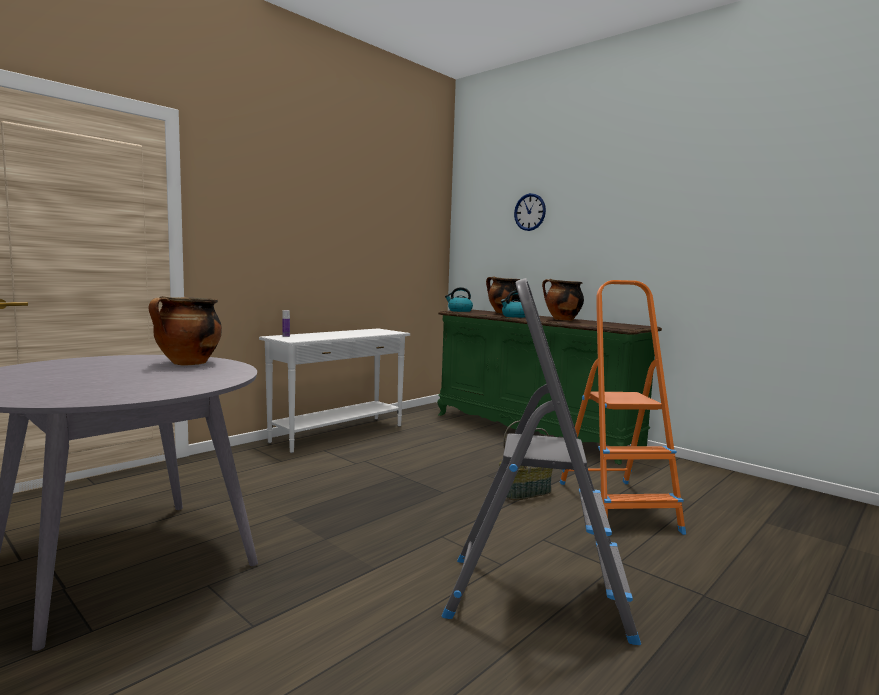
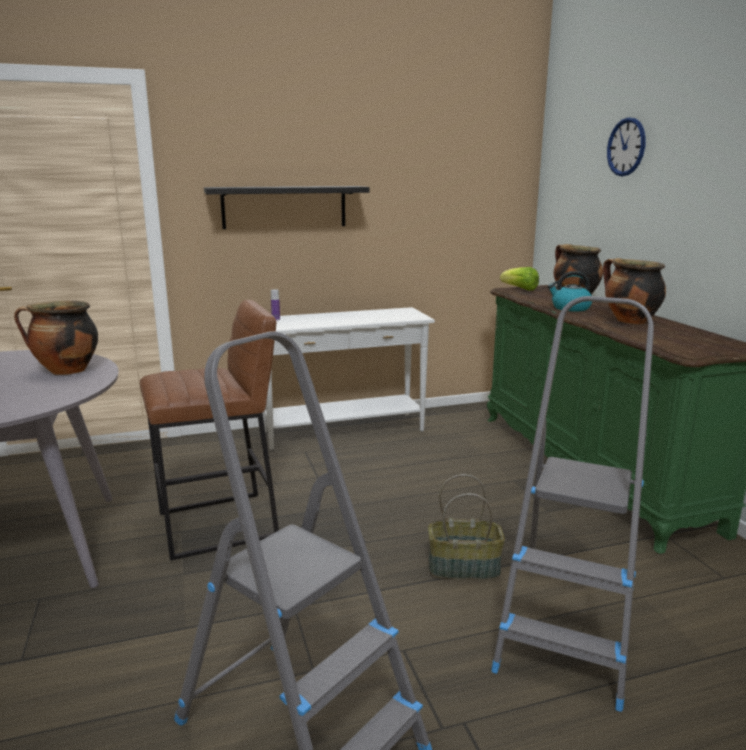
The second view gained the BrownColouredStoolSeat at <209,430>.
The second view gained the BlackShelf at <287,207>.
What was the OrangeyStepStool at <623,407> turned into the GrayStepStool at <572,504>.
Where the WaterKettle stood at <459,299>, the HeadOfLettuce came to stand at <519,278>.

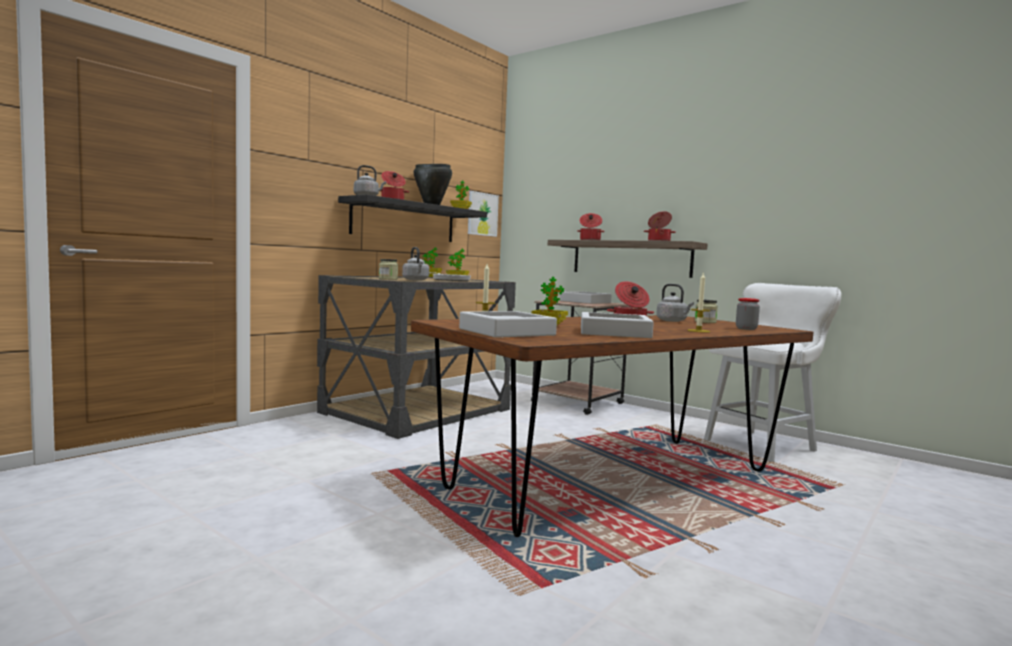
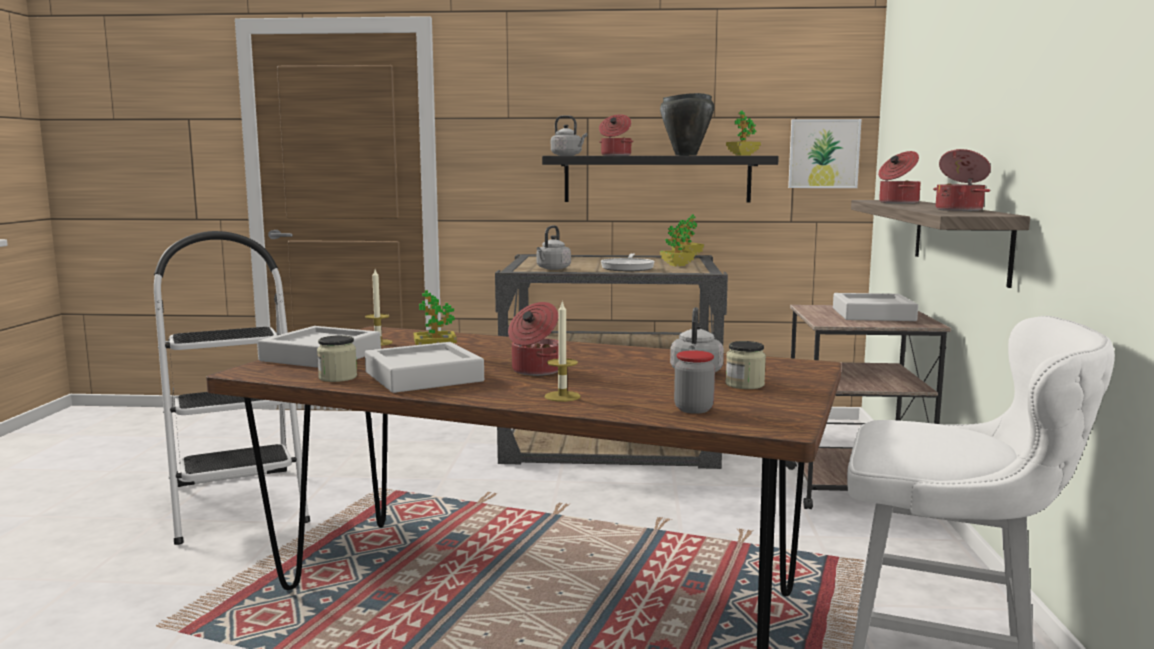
The second view gained the StepStool at <232,388>.
The PreserveJar ended up elsewhere, having gone from <388,269> to <337,358>.

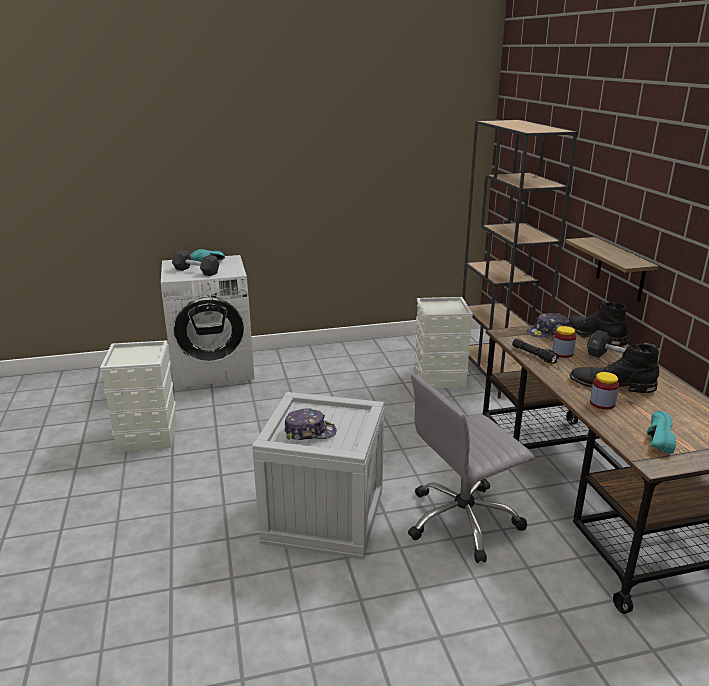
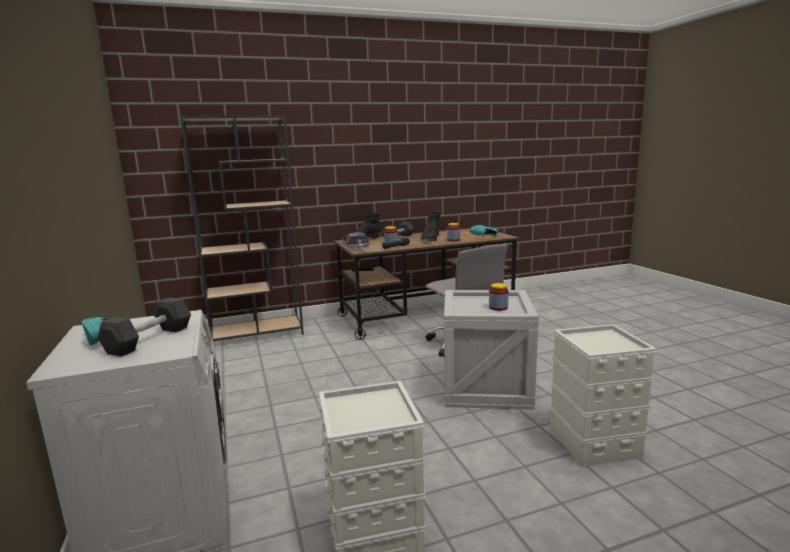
Where the BaseballCap stood at <310,424>, the PreserveJar came to stand at <498,297>.
The GrayStorageBin ended up elsewhere, having gone from <443,342> to <603,395>.
The second view lost the Shelf at <612,269>.

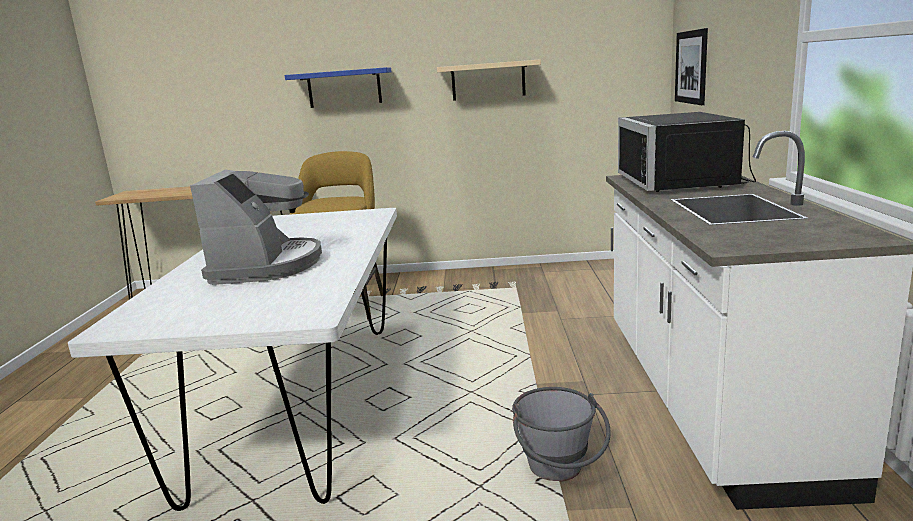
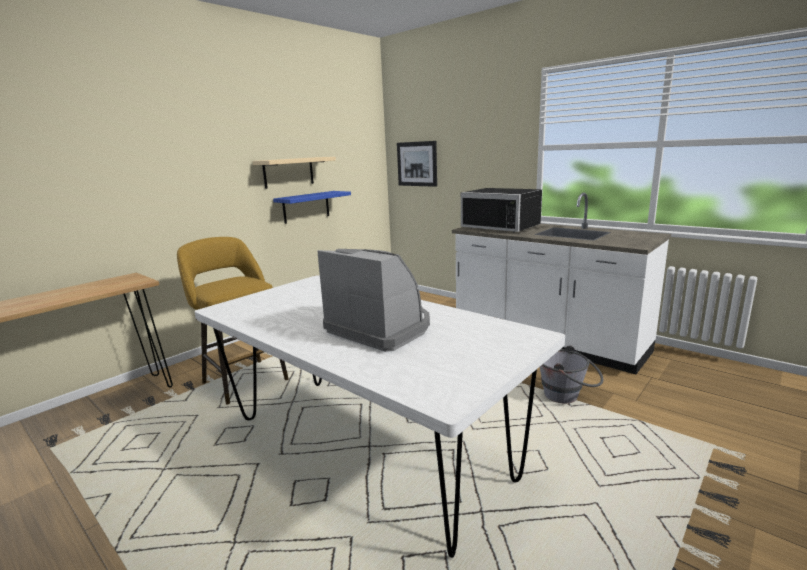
The BluishShelf ended up elsewhere, having gone from <338,87> to <312,207>.

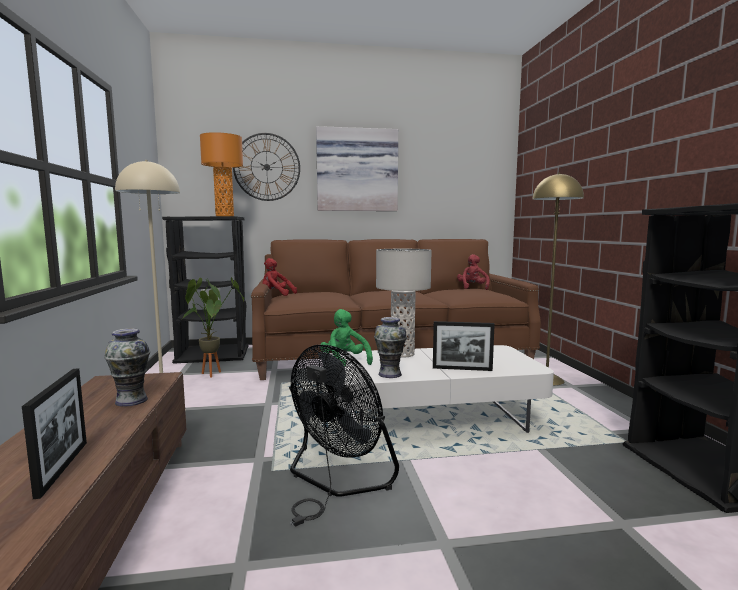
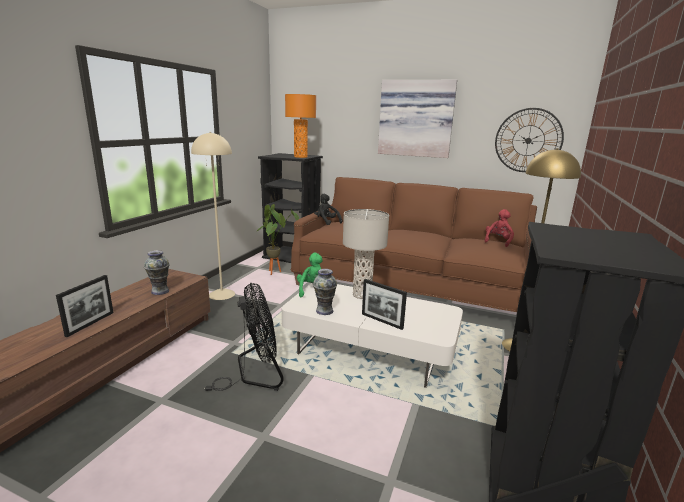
What was the RedColouredPlushToy at <279,277> turned into the BlackPlushToy at <328,209>.
The ClockOnTheWall ended up elsewhere, having gone from <266,167> to <529,140>.

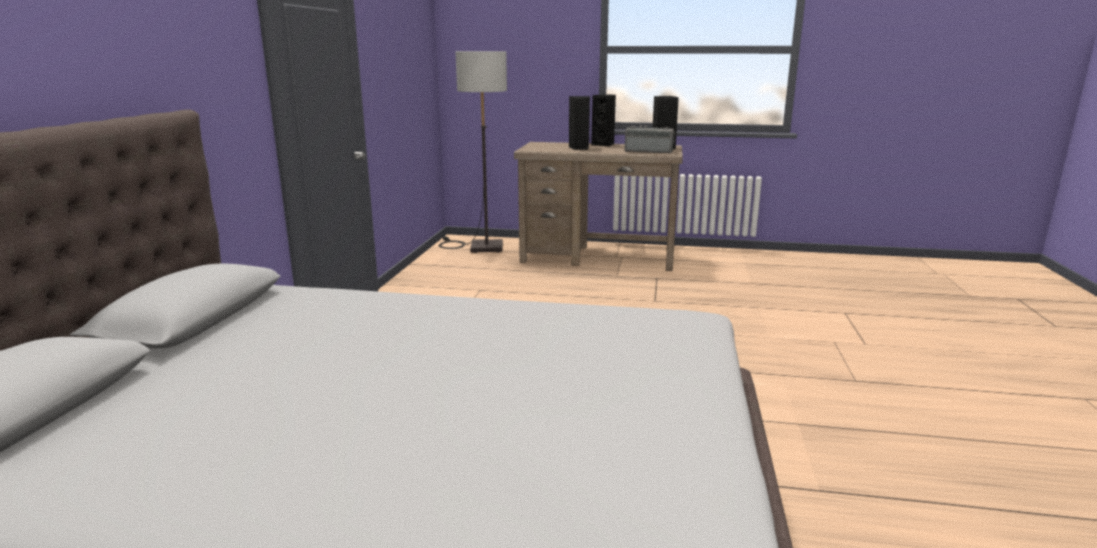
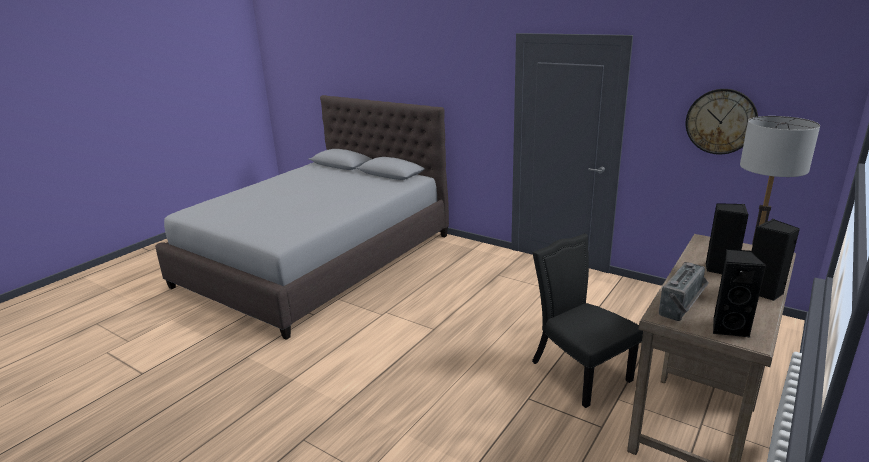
The second view gained the BlackUprightChair at <587,321>.
The second view gained the ClockOnTheWall at <722,122>.

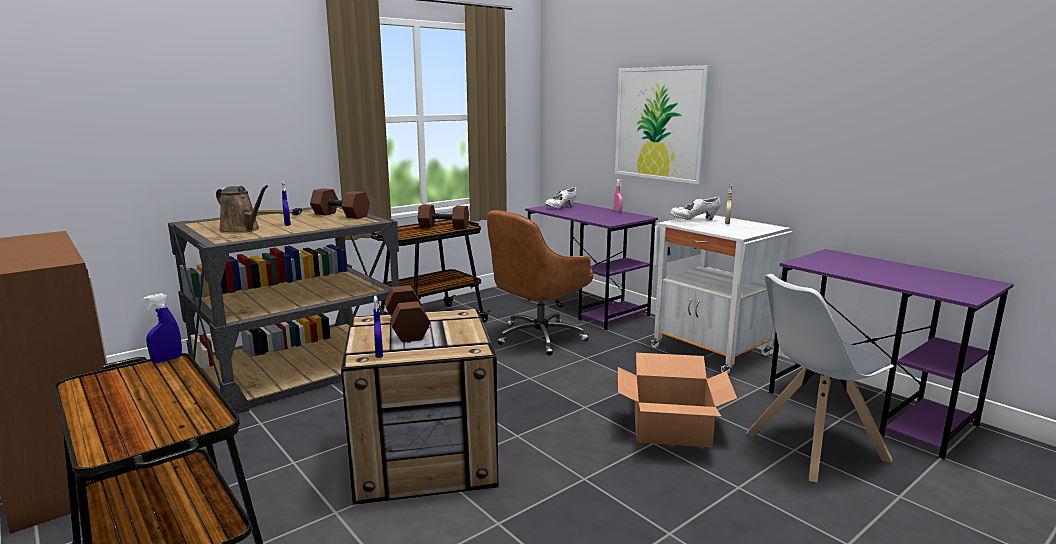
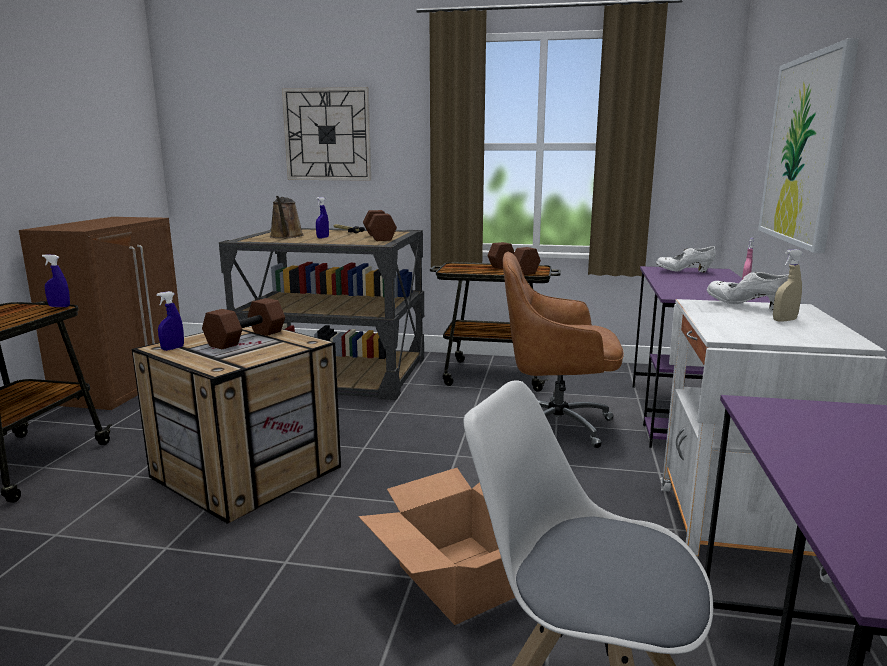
The second view gained the ClockOnTheWall at <326,134>.

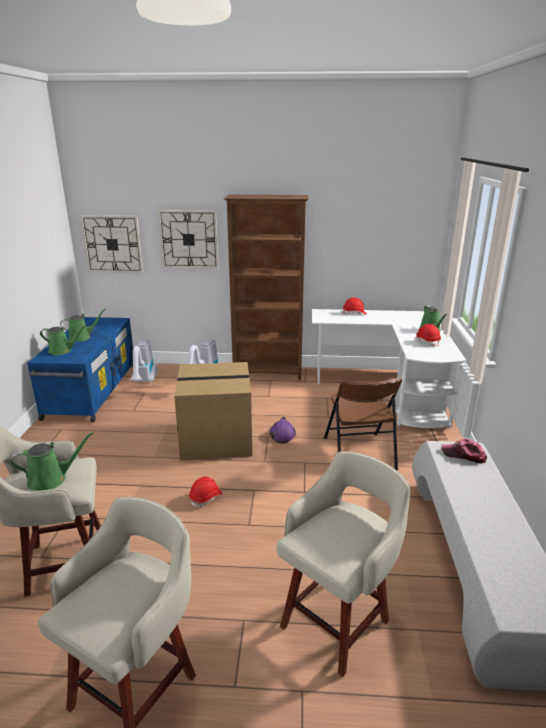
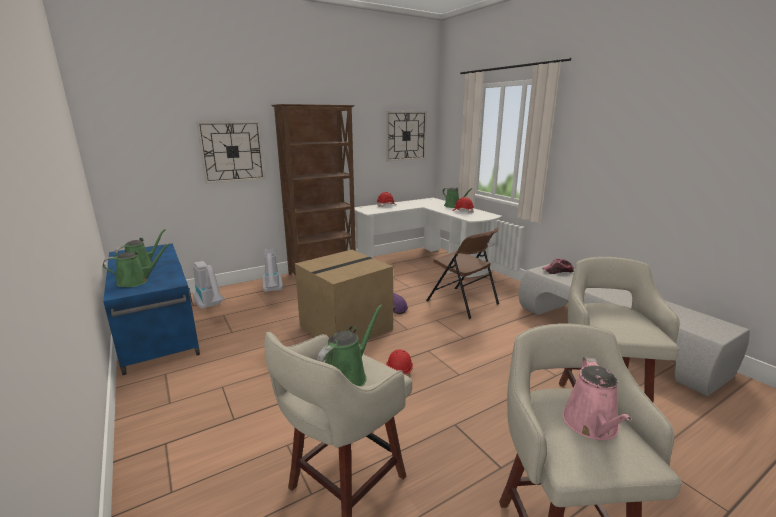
The ClockOnTheWall ended up elsewhere, having gone from <111,244> to <406,136>.
The second view gained the PinkishSprinklingCan at <597,398>.

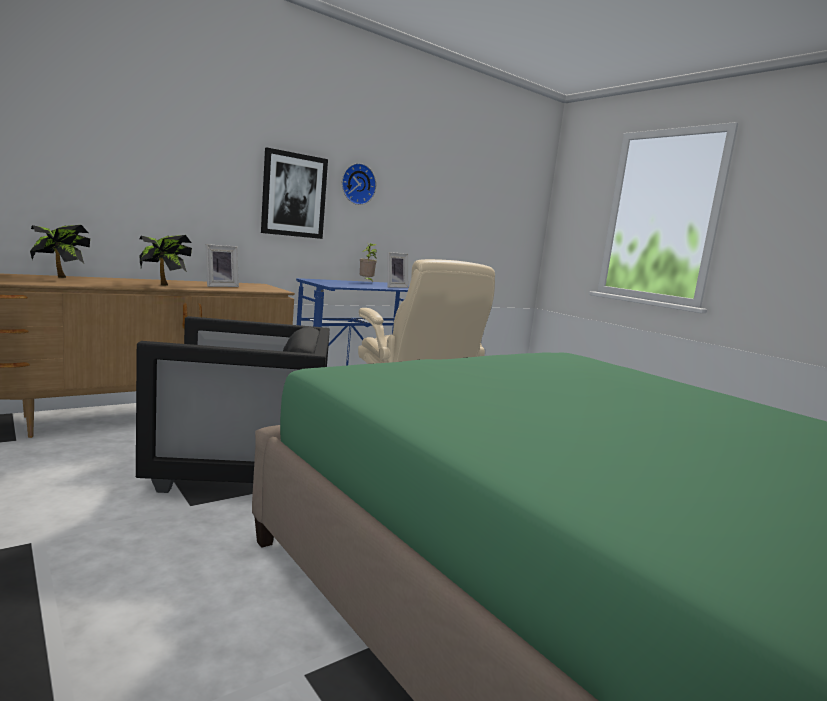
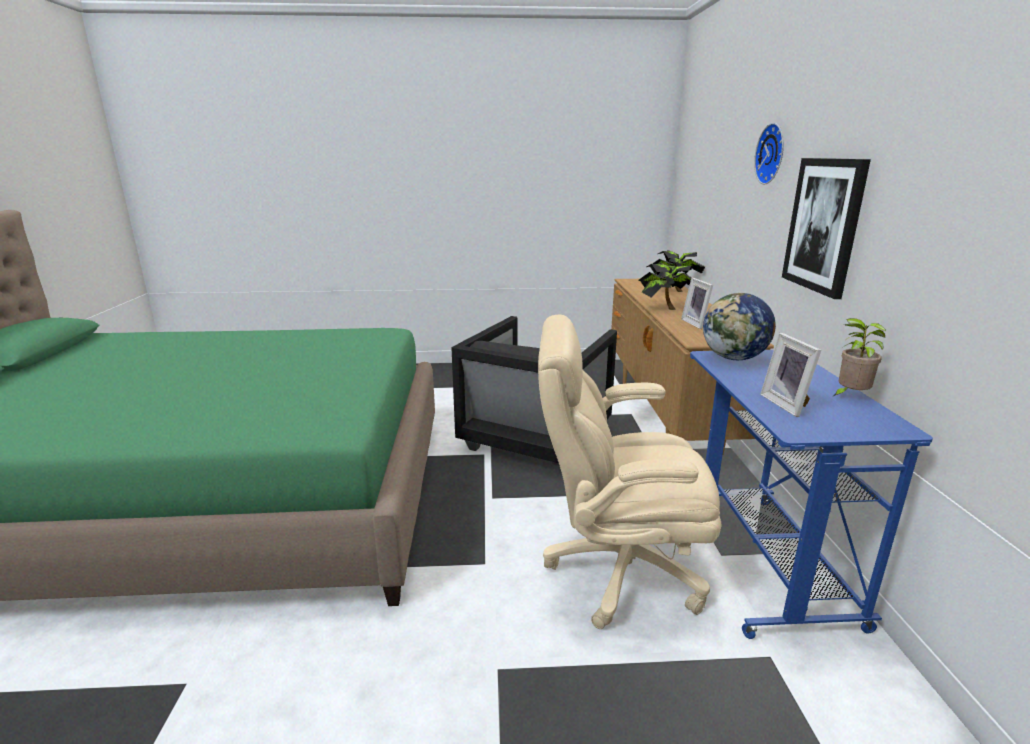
The second view gained the DeskGlobe at <739,326>.
The ClockOnTheWall ended up elsewhere, having gone from <359,184> to <769,153>.

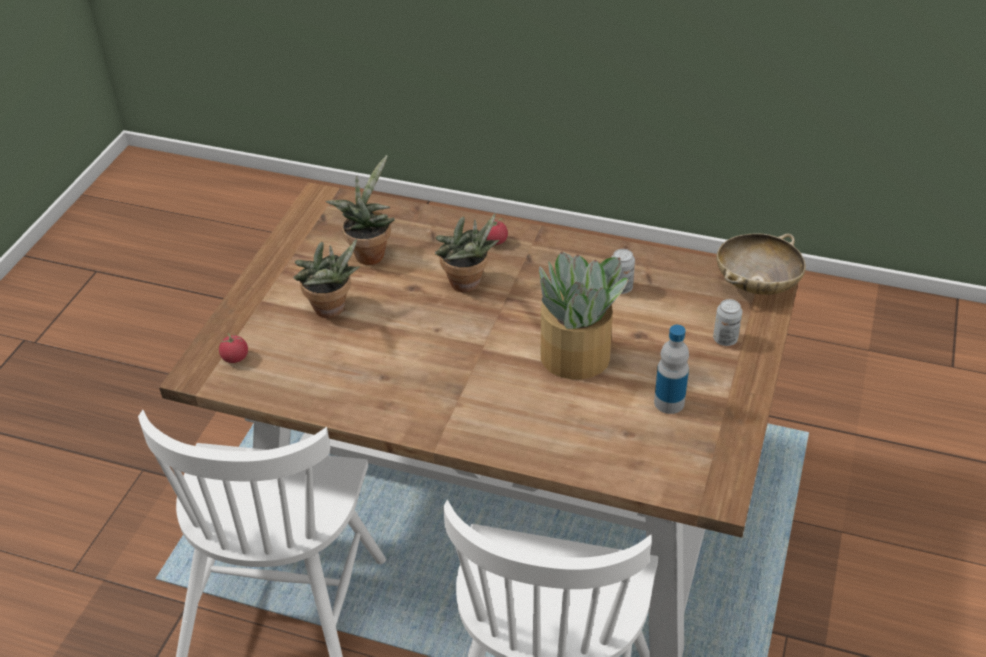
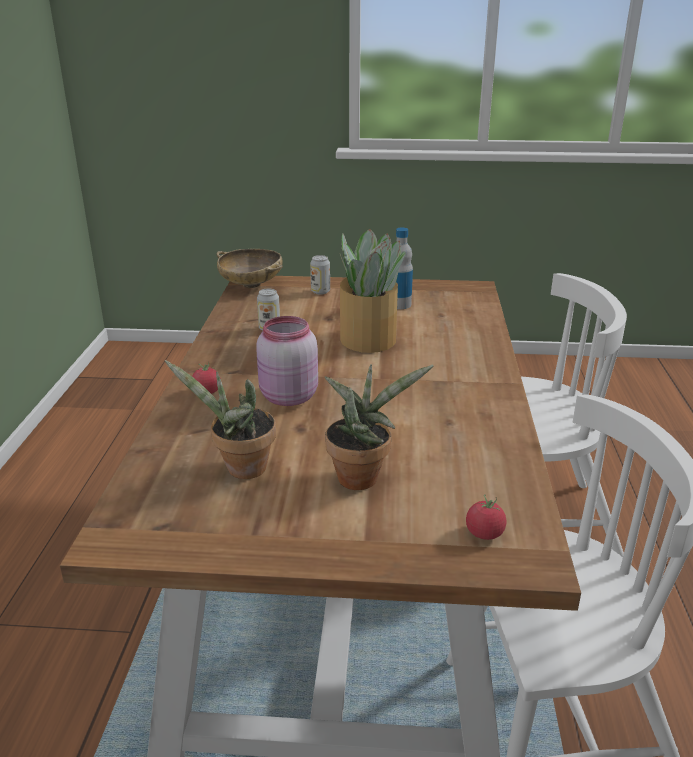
Where the PottedPlant stood at <467,252>, the PinkishPreserveJar came to stand at <287,361>.

